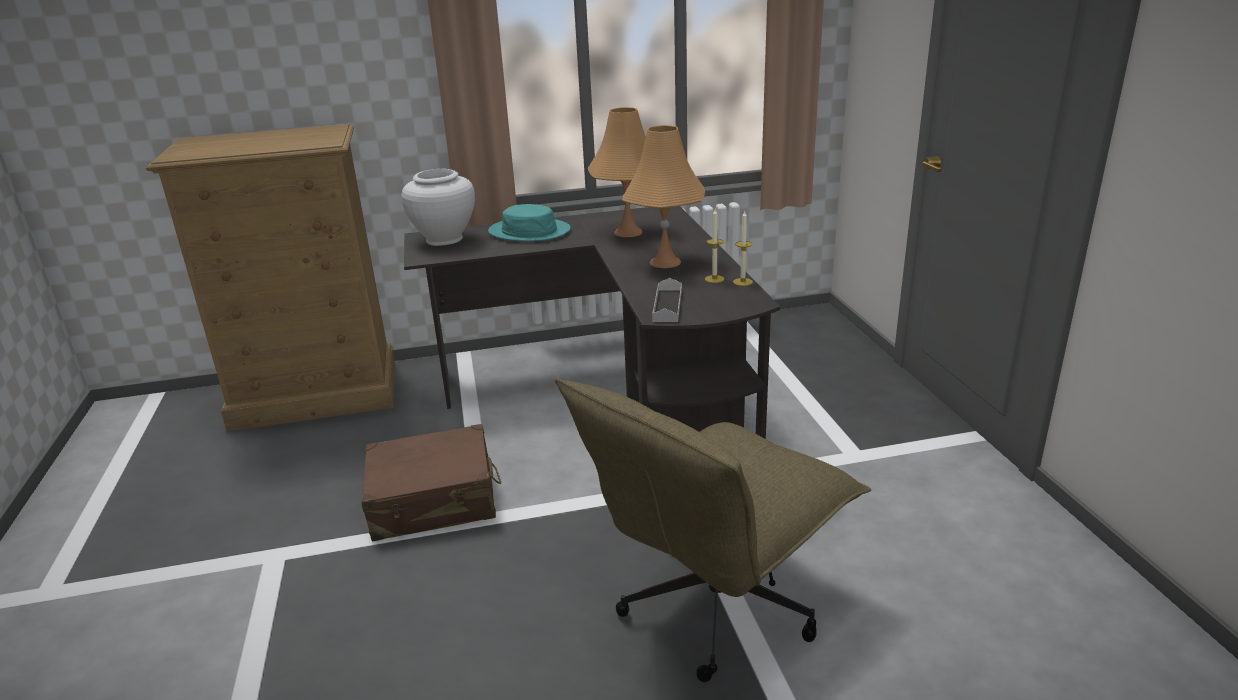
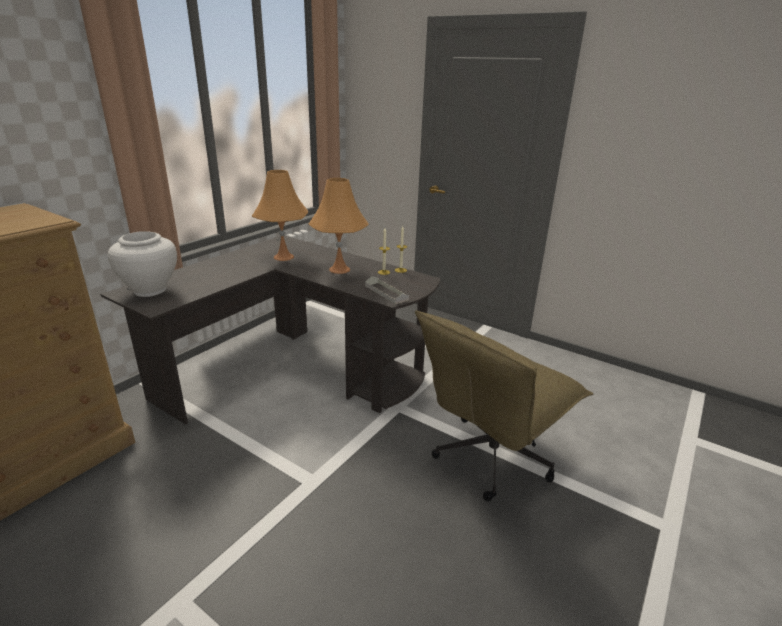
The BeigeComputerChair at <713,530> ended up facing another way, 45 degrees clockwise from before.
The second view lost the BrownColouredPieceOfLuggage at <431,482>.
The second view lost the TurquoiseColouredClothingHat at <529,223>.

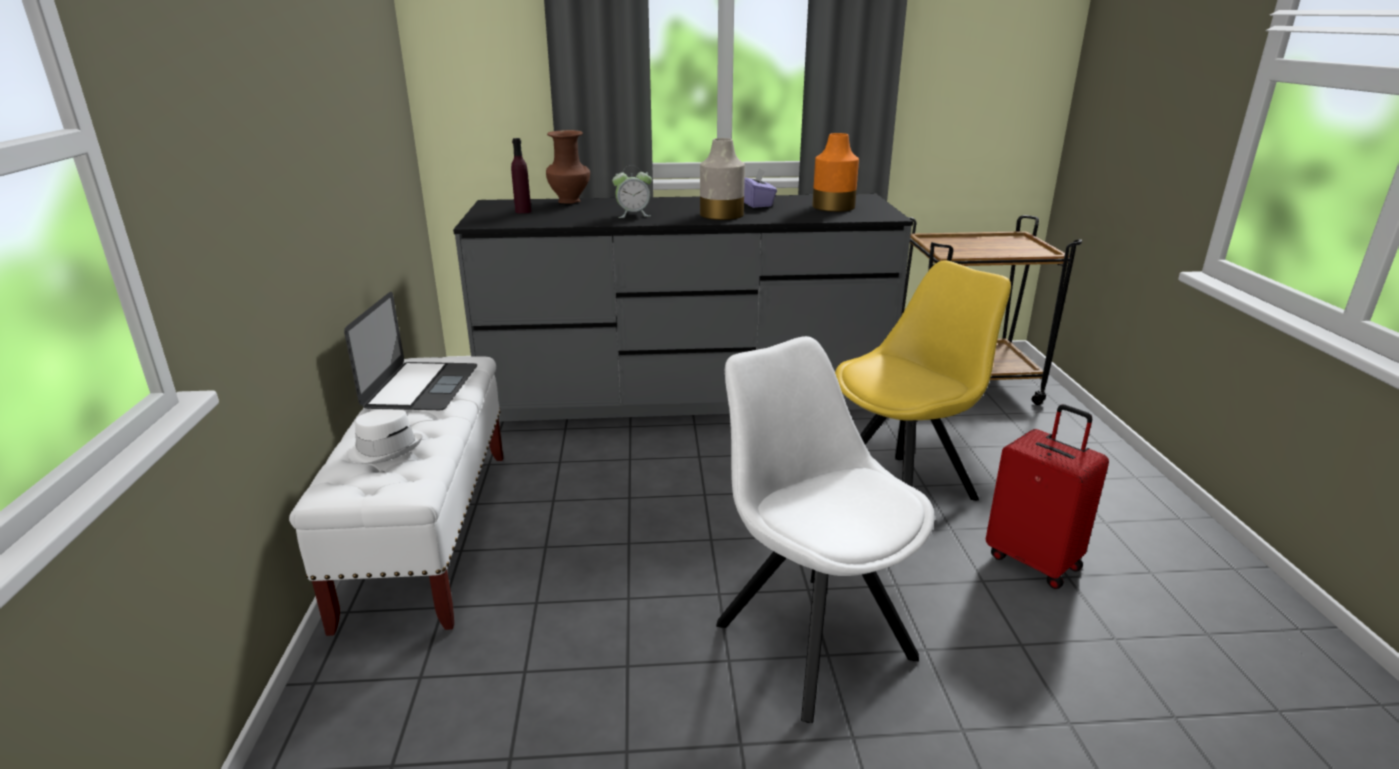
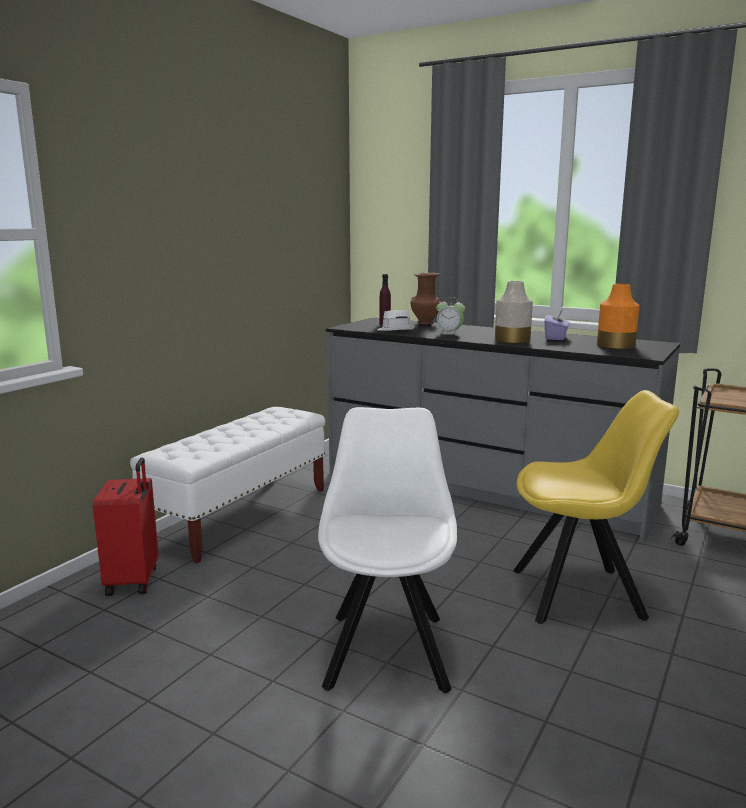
The RedColouredPieceOfLuggage ended up elsewhere, having gone from <1047,496> to <125,527>.
The WhiteColouredClothingHat ended up elsewhere, having gone from <385,436> to <396,320>.
The second view lost the NotebookComputer at <410,351>.

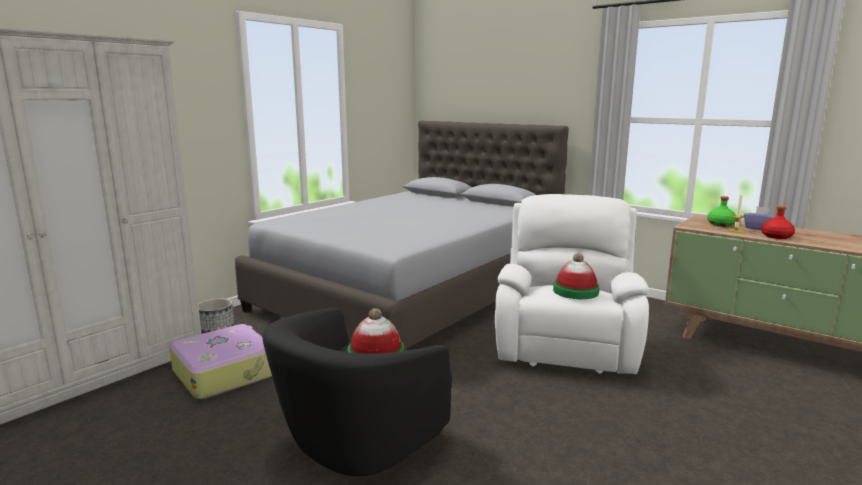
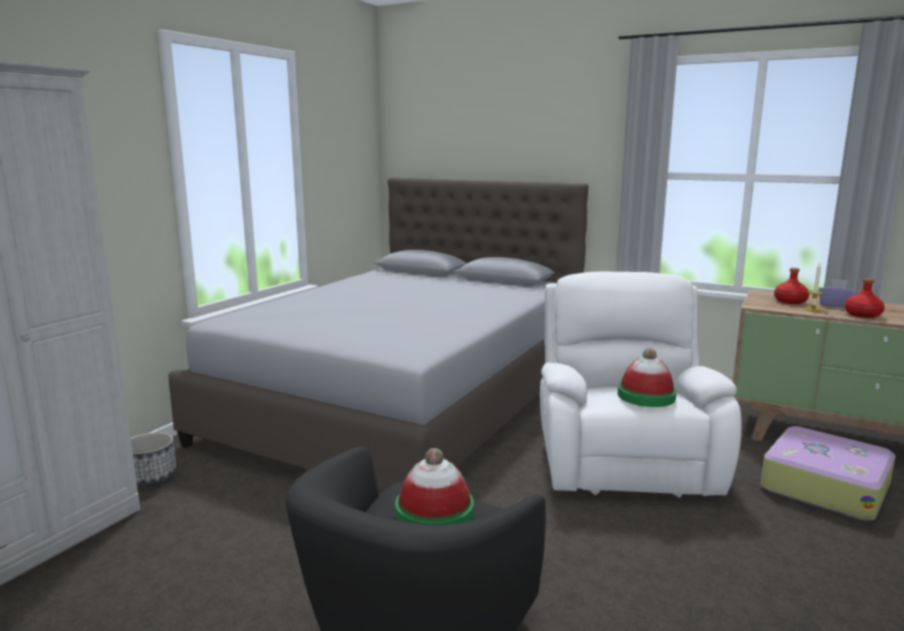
The PieceOfLuggage ended up elsewhere, having gone from <220,361> to <828,473>.
What was the GreenishBottle at <721,211> turned into the RedColouredBottle at <791,286>.

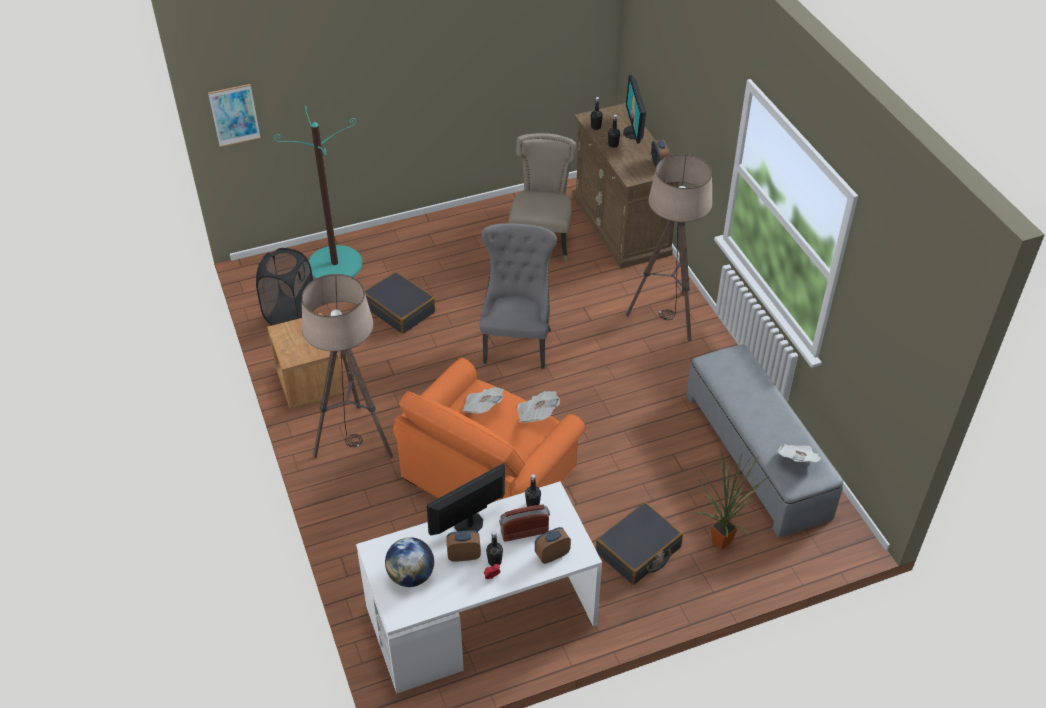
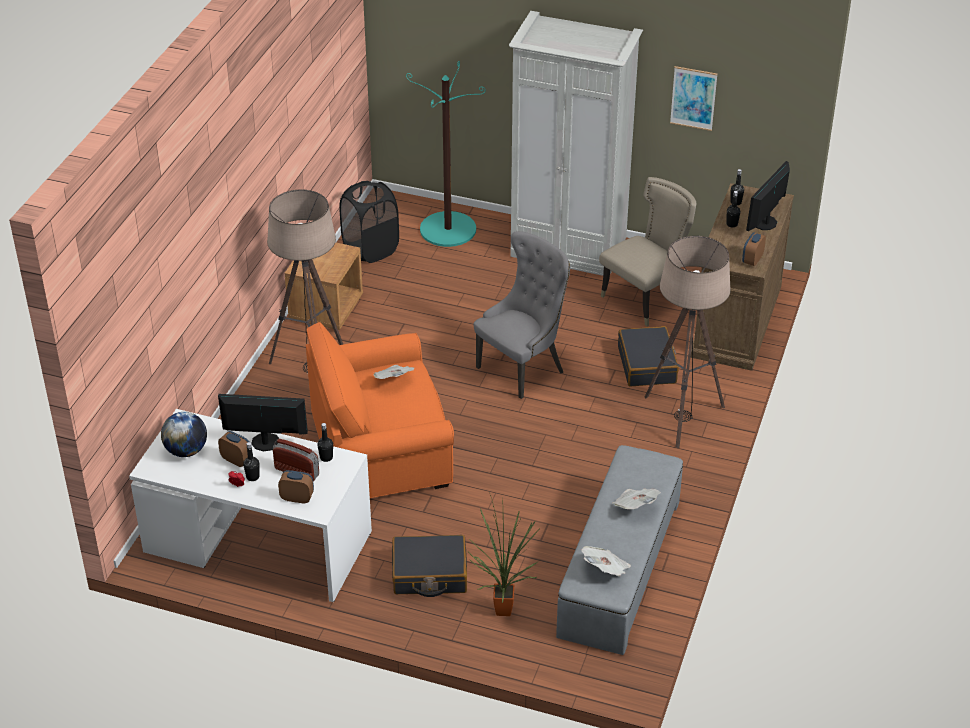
The second view gained the WhiteColouredWardrobe at <576,143>.
The PrintedPaper ended up elsewhere, having gone from <538,407> to <637,499>.
The BlackPieceOfLuggage ended up elsewhere, having gone from <400,302> to <648,356>.
The Picture ended up elsewhere, having gone from <234,115> to <694,98>.

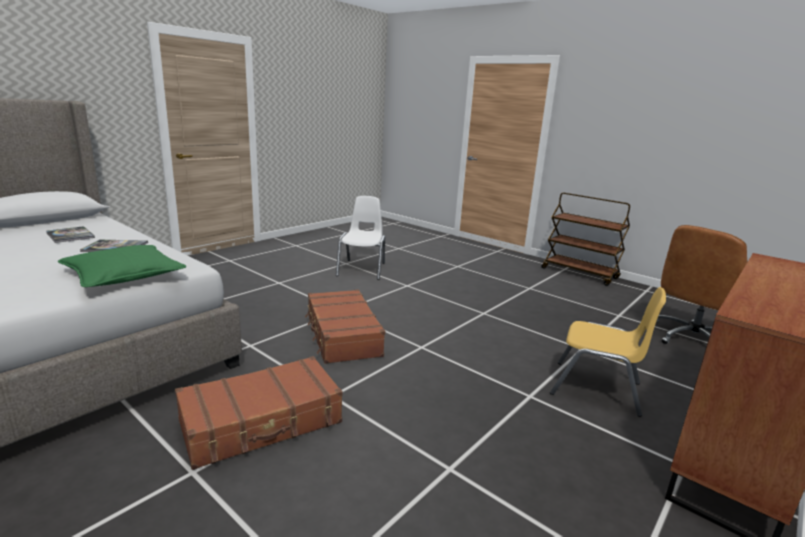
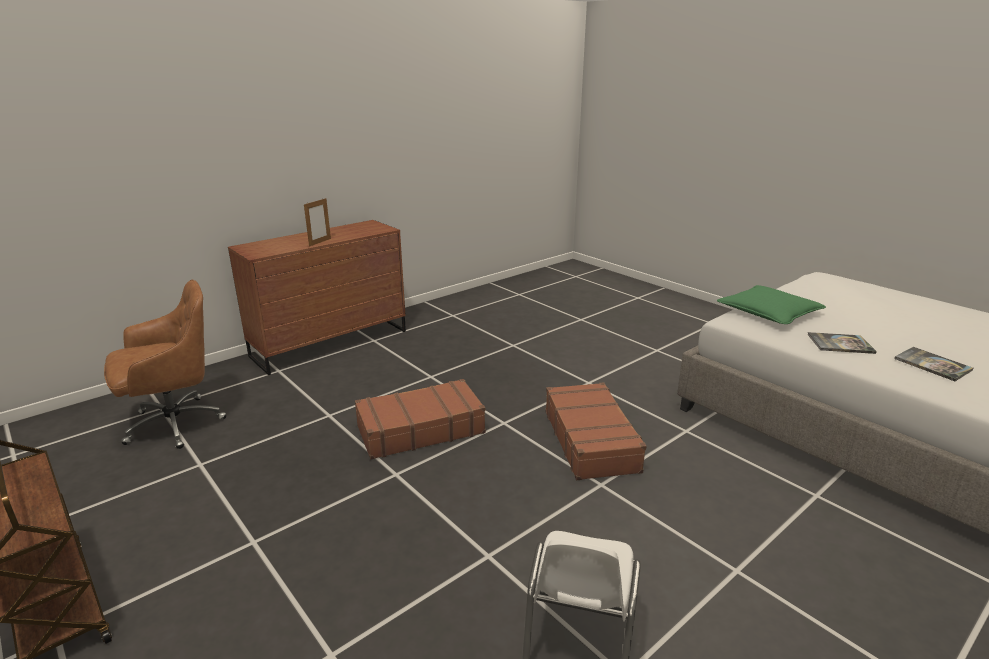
The second view gained the PictureFrame at <317,222>.
The BrownColouredPieceOfLuggage ended up elsewhere, having gone from <258,413> to <420,419>.
The second view lost the YellowUprightChair at <608,352>.

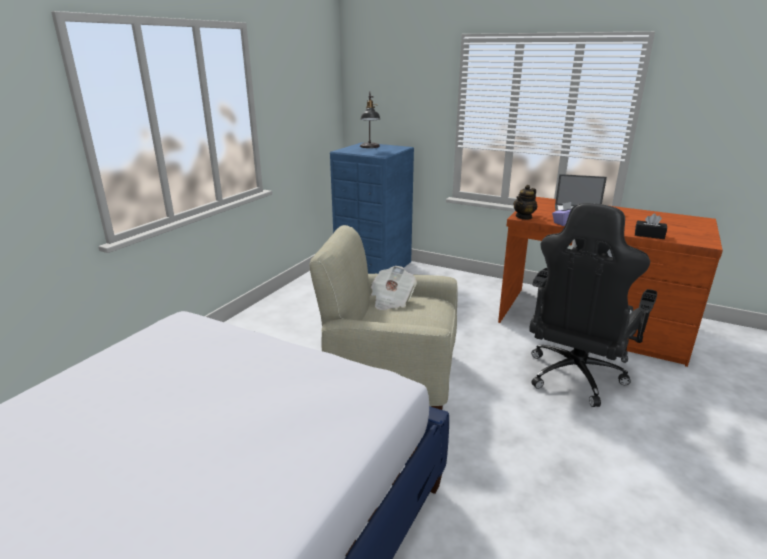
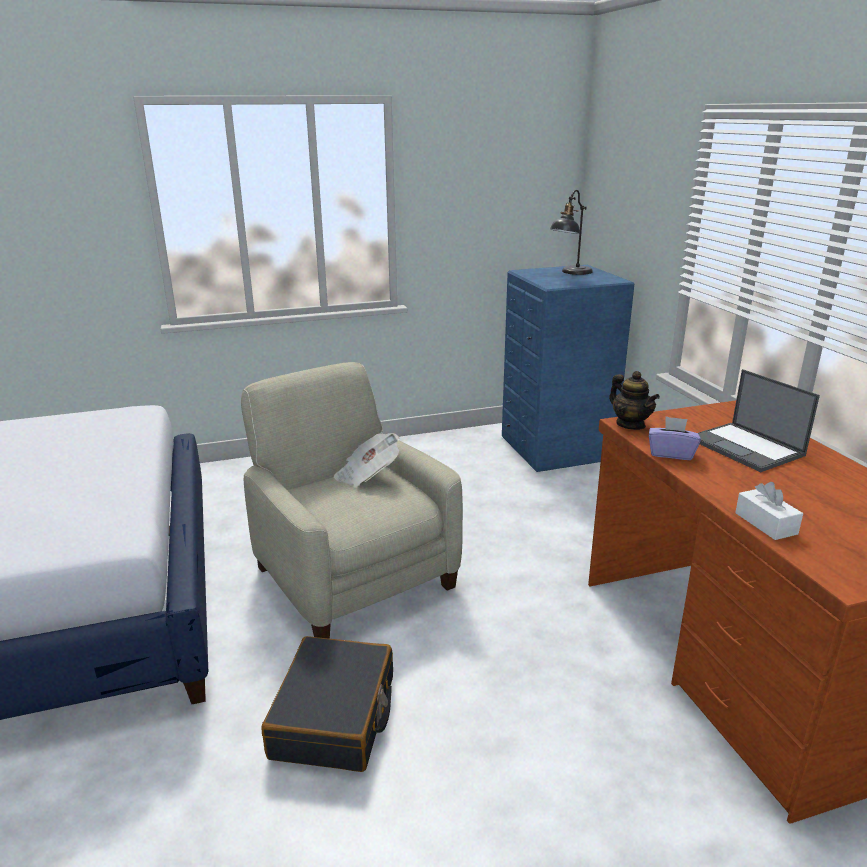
The second view gained the BlackPieceOfLuggage at <327,704>.
The TeaPot at <525,202> ended up facing another way, 120 degrees counterclockwise from before.
What was the BlackTissueBox at <651,226> turned into the WhiteColouredTissueBox at <769,511>.
The second view lost the BlackComputerChair at <593,305>.

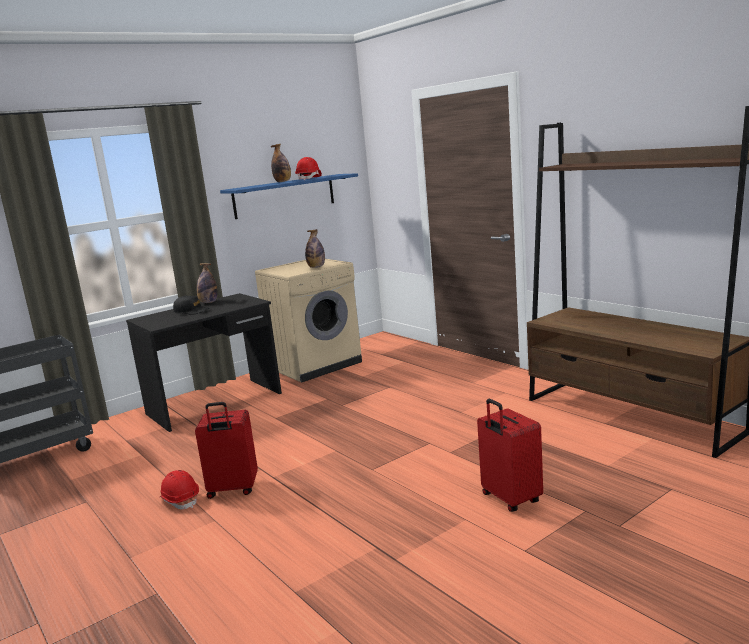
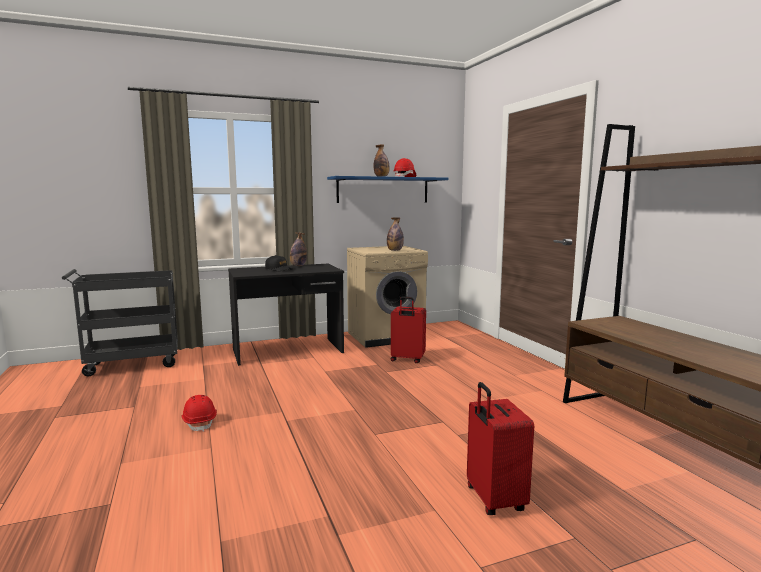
The RedColouredPieceOfLuggage ended up elsewhere, having gone from <226,450> to <408,329>.

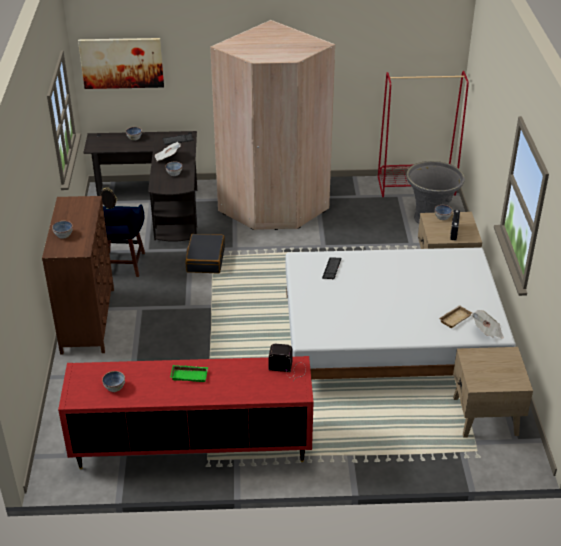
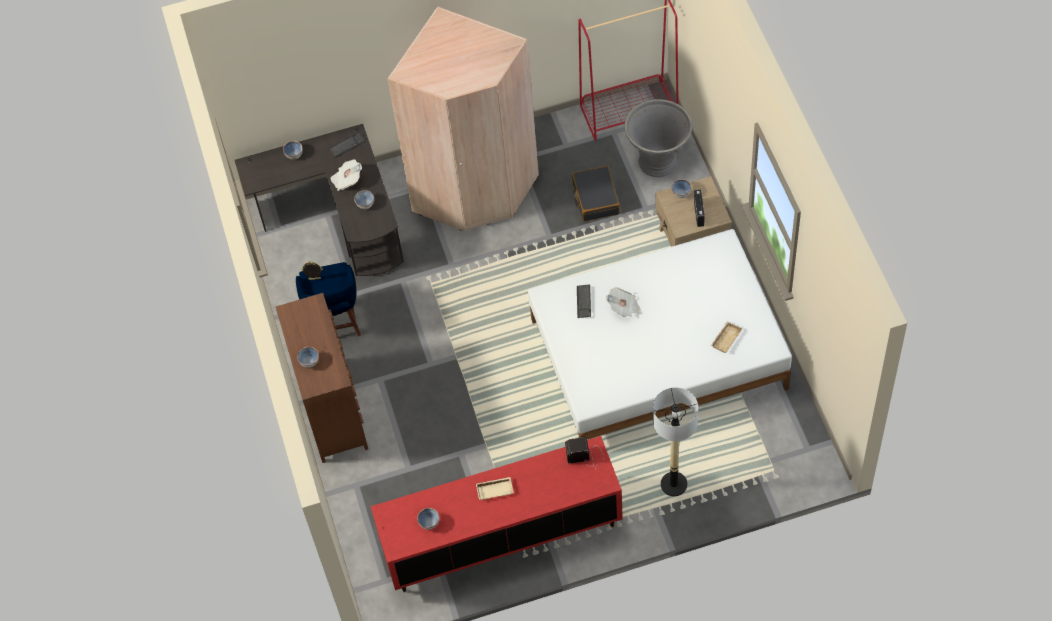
What was the GreenishTray at <189,373> turned into the BeigeTray at <495,488>.
The BlackPieceOfLuggage ended up elsewhere, having gone from <205,253> to <596,193>.
The PrintedPaper ended up elsewhere, having gone from <488,324> to <624,302>.
The second view gained the FloorLamp at <675,441>.
The second view lost the Picture at <121,63>.
The second view lost the BeigeBedsideTable at <493,392>.

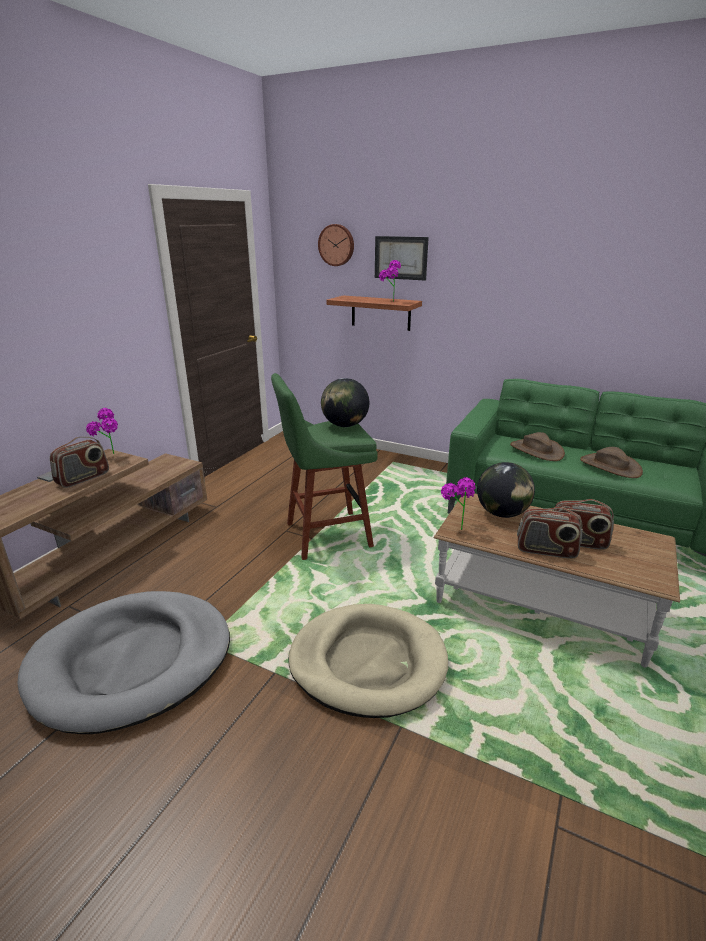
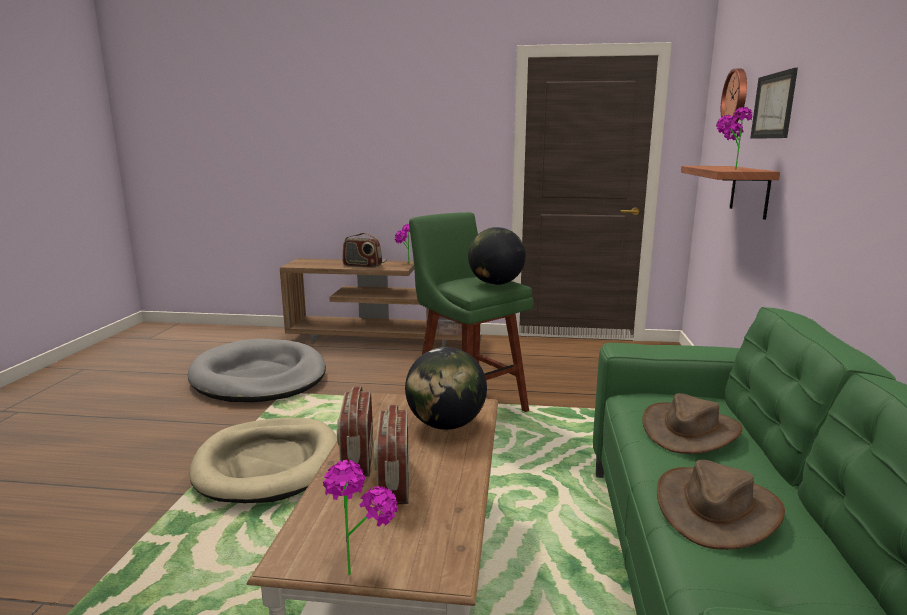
The PottedPlant ended up elsewhere, having gone from <458,503> to <360,518>.

